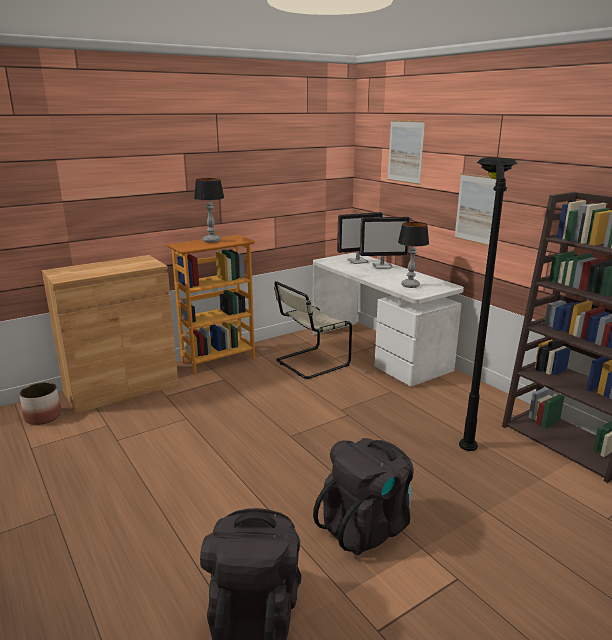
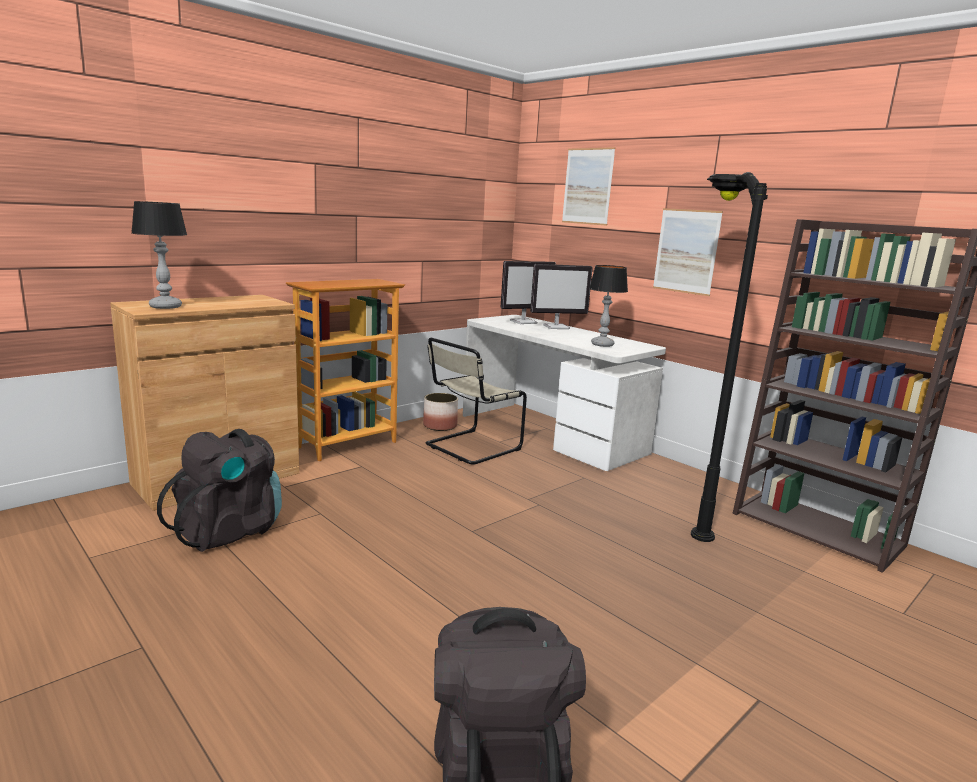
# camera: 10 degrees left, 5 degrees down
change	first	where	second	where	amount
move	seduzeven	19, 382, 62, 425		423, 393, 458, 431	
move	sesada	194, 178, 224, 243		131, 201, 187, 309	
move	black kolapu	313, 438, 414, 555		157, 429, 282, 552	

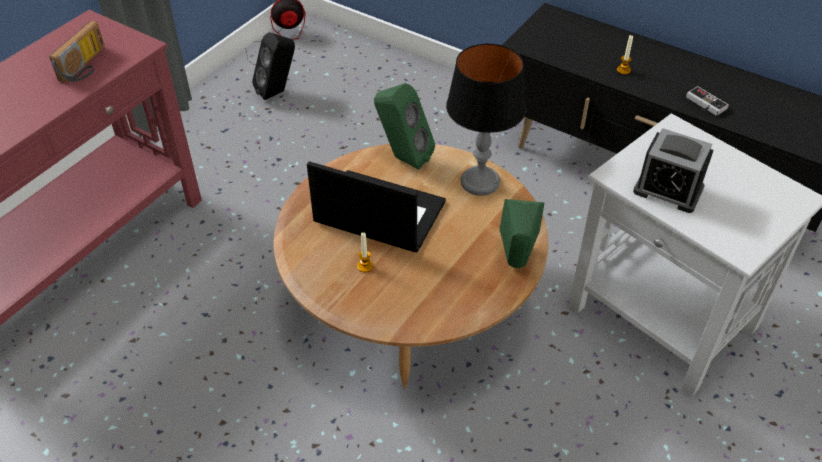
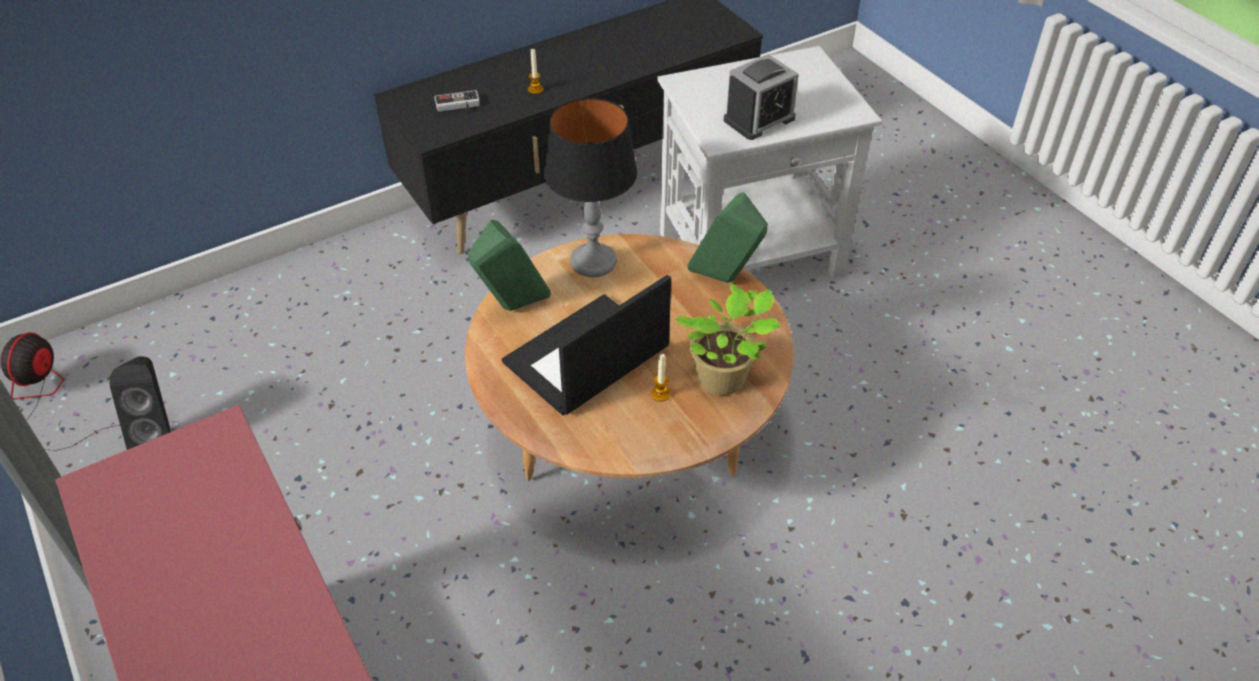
# camera: 65 degrees left, 0 degrees up
change	first	where	second	where	amount
delete	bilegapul	49, 21, 105, 83			
insert			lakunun	675, 283, 780, 395	
move	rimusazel	686, 86, 729, 116		434, 90, 480, 112	

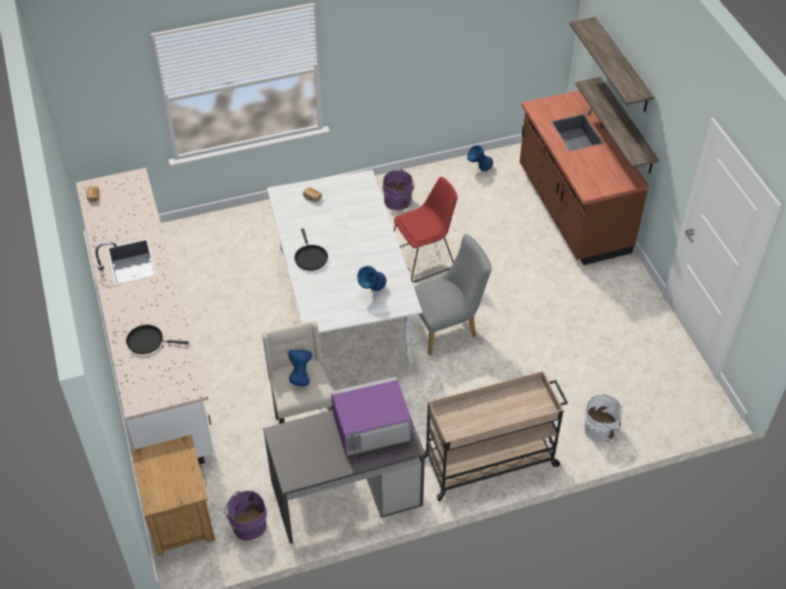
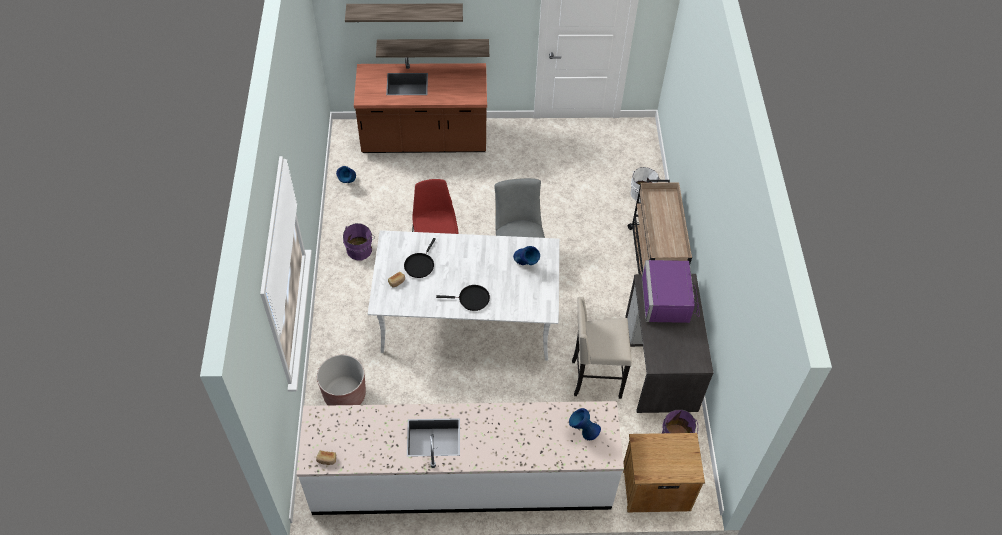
# camera: 75 degrees left, 5 degrees up
change	first	where	second	where	amount
insert			brown seduzeven	317, 355, 366, 405	
move	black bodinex	126, 325, 189, 354		404, 238, 436, 278	
move	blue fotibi	288, 350, 312, 386		569, 408, 601, 440	

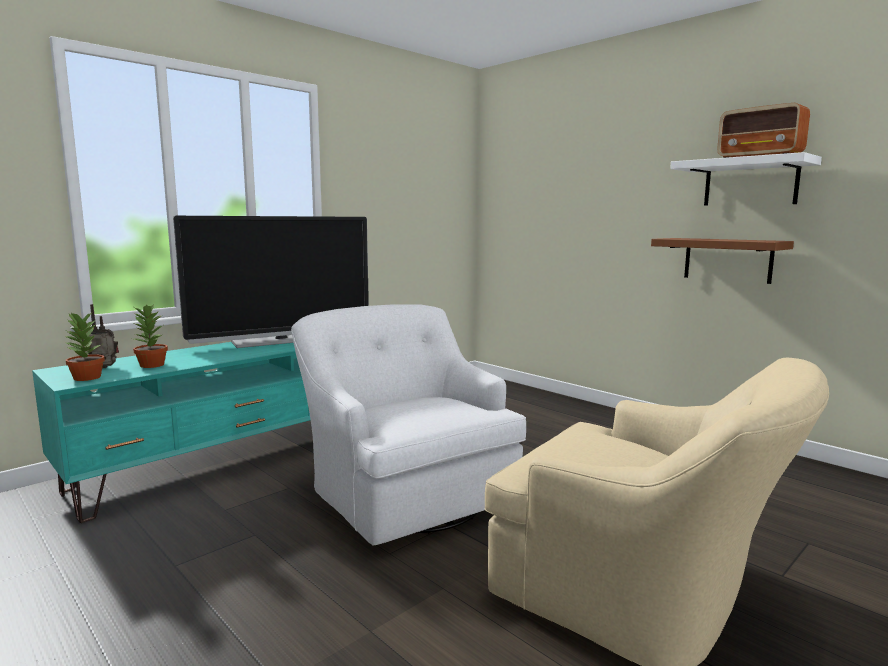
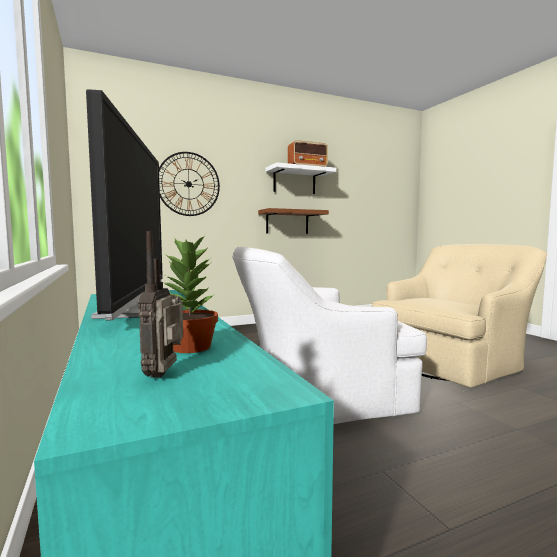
# camera: 70 degrees left, 5 degrees down
change	first	where	second	where	amount
delete	lakunun	64, 312, 105, 381			
insert			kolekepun	159, 152, 220, 216	

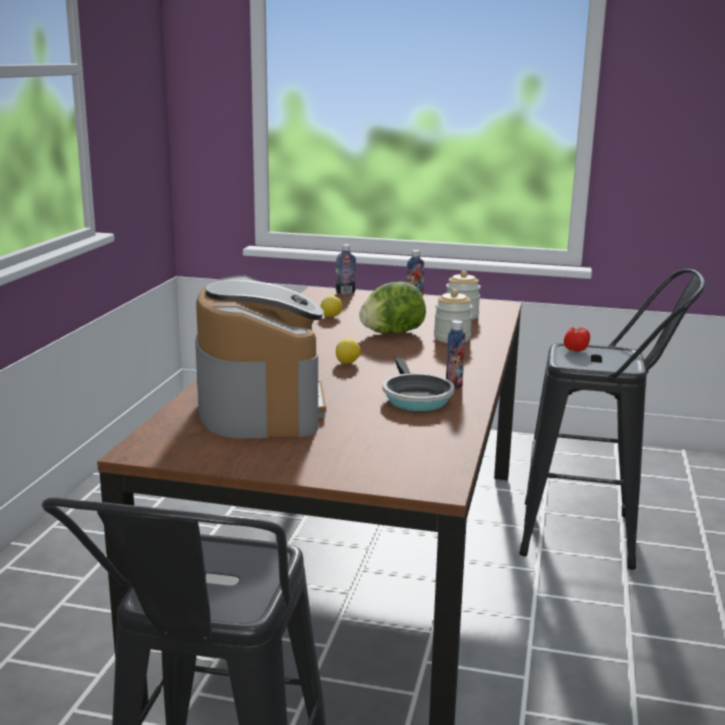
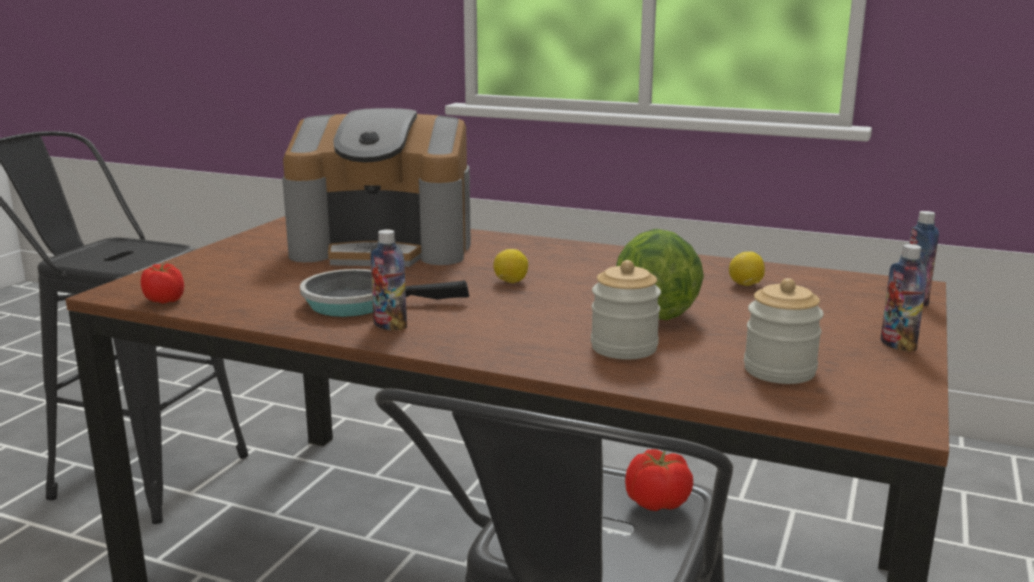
# camera: 100 degrees right, 0 degrees up
change	first	where	second	where	amount
insert			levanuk	141, 264, 184, 304	

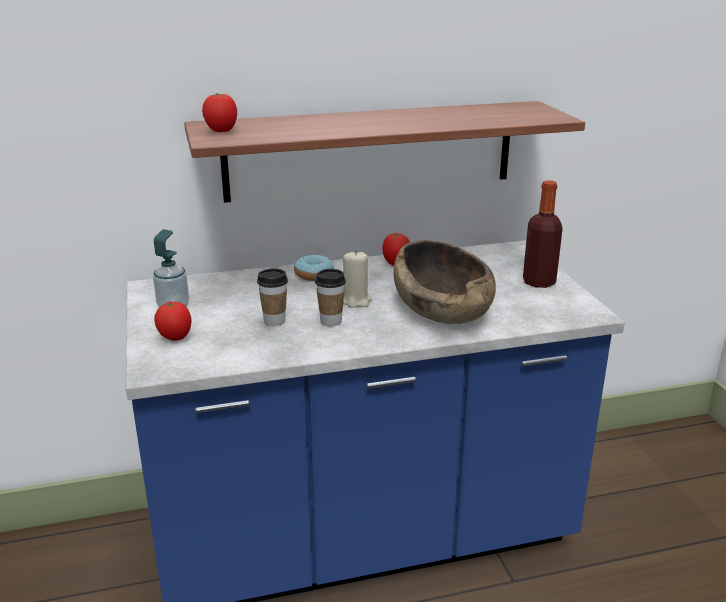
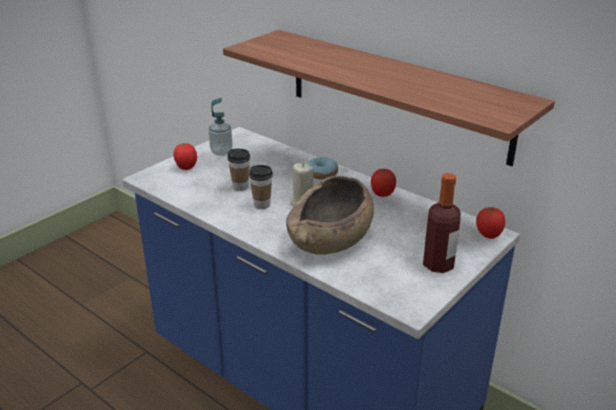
# camera: 55 degrees right, 5 degrees up
change	first	where	second	where	amount
move	levanuk	202, 93, 237, 132		476, 207, 505, 239	

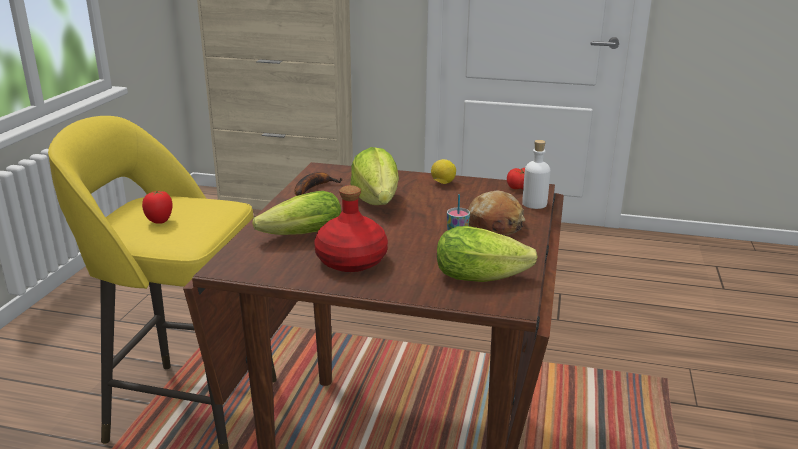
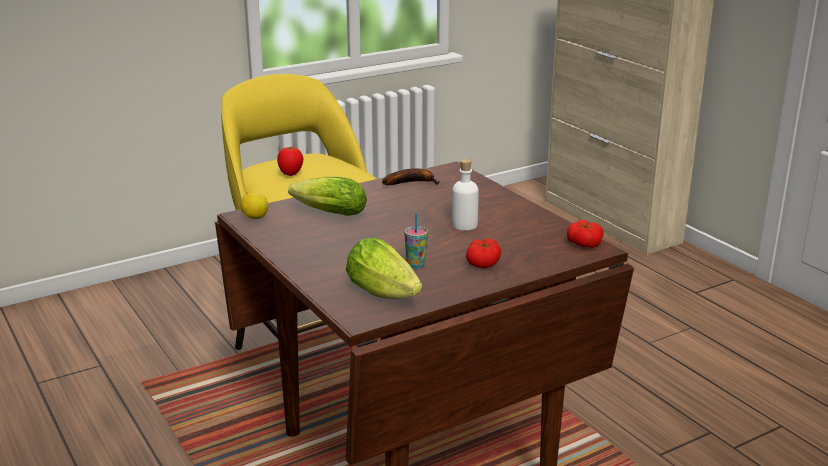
# camera: 45 degrees right, 0 degrees up
change	first	where	second	where	amount
delete	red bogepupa	314, 185, 388, 272			
delete	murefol	350, 147, 399, 205			
move	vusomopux	431, 159, 456, 184		240, 192, 268, 219	
move	white bogepupa	522, 140, 550, 209		452, 159, 479, 230	
replace	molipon	468, 190, 525, 235	levanuk	466, 238, 501, 268	

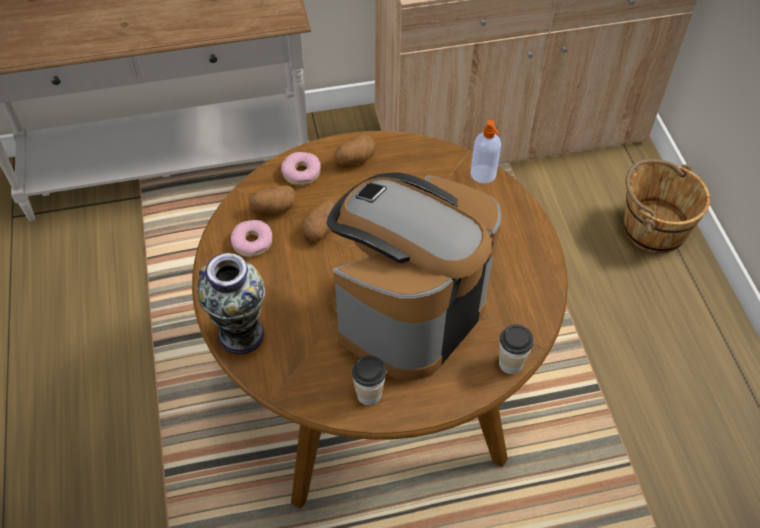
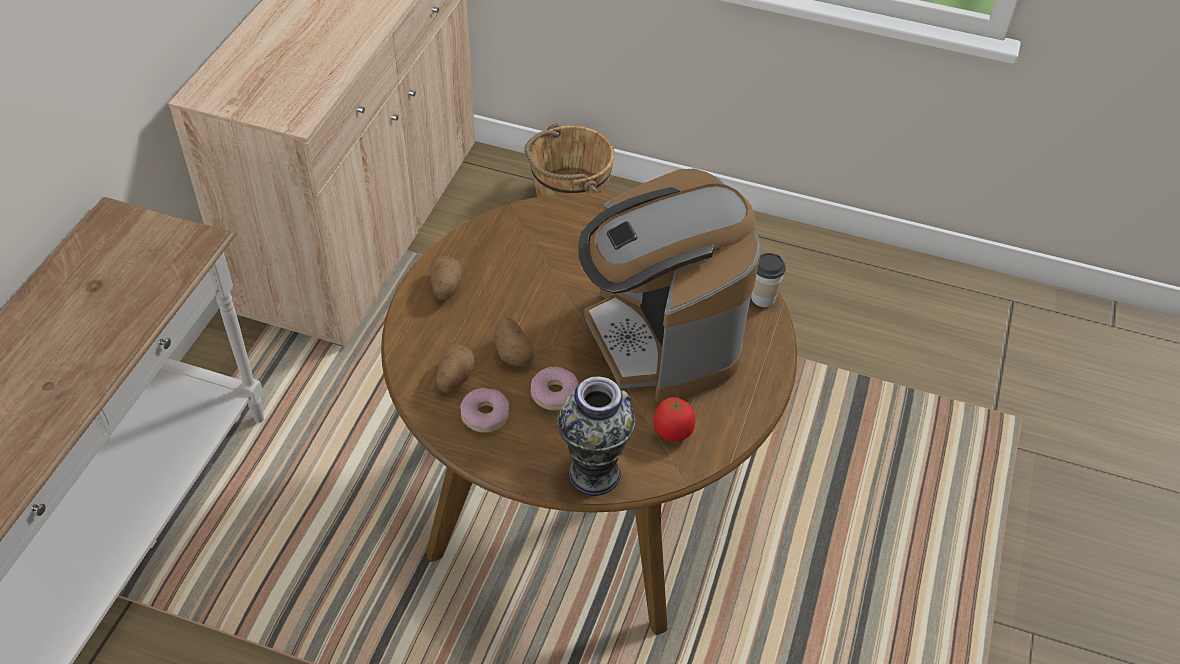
# camera: 60 degrees left, 5 degrees down
change	first	where	second	where	amount
delete	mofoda	352, 355, 386, 405			
delete	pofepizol	470, 120, 501, 184			
insert			levanuk	653, 397, 695, 441	
move	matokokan	281, 152, 321, 186		530, 367, 579, 411	

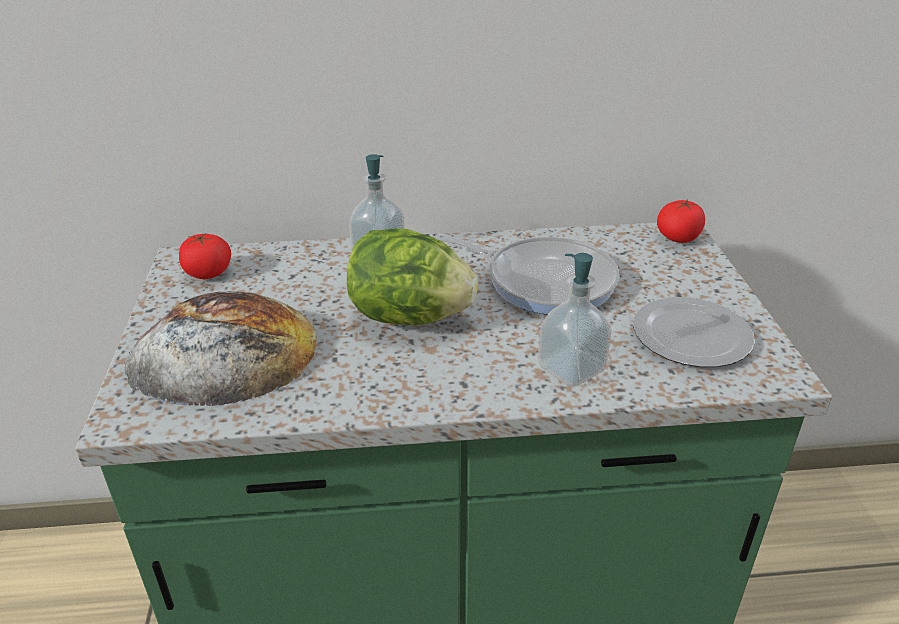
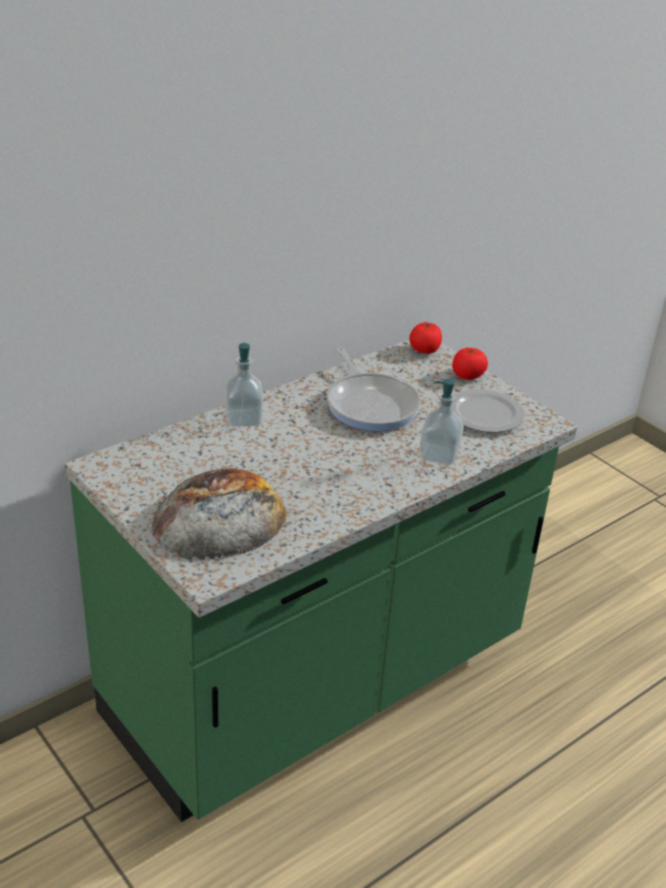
# camera: 35 degrees left, 0 degrees up
change	first	where	second	where	amount
delete	murefol	347, 228, 478, 325			
move	levanuk	179, 233, 231, 279		452, 348, 488, 380	
rotate	bodinex	436, 234, 619, 314		327, 348, 421, 431	75 degrees clockwise

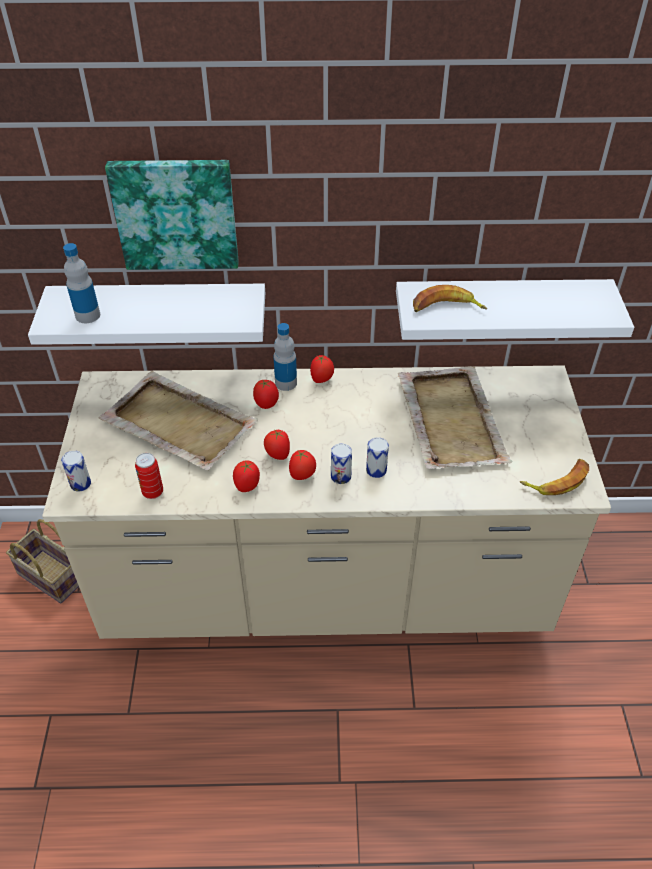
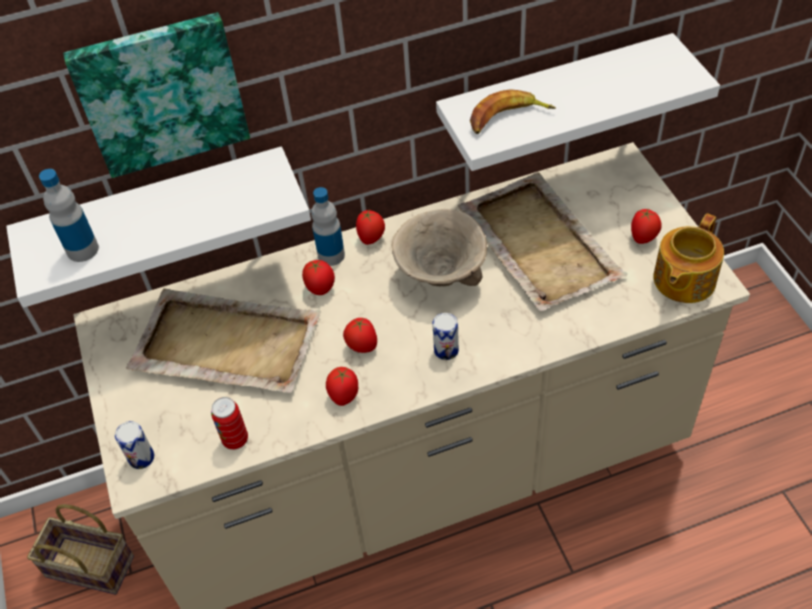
# camera: 15 degrees left, 5 degrees up
change	first	where	second	where	amount
delete	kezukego	366, 437, 389, 478			
insert			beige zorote	392, 209, 487, 286	
move	levanuk	289, 450, 316, 480		631, 208, 662, 244	
replace	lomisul	520, 459, 589, 495	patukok	653, 214, 724, 303	

